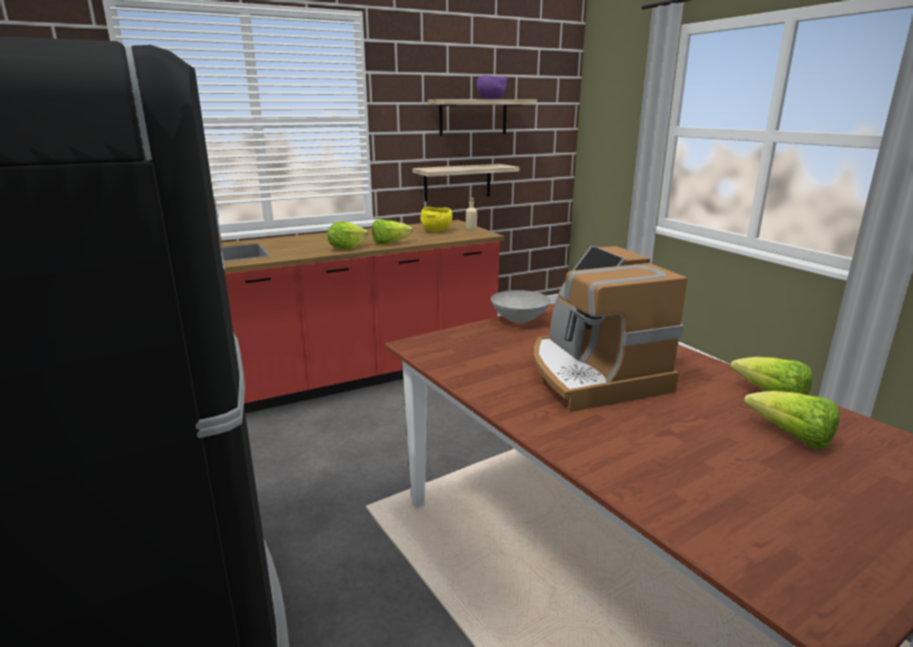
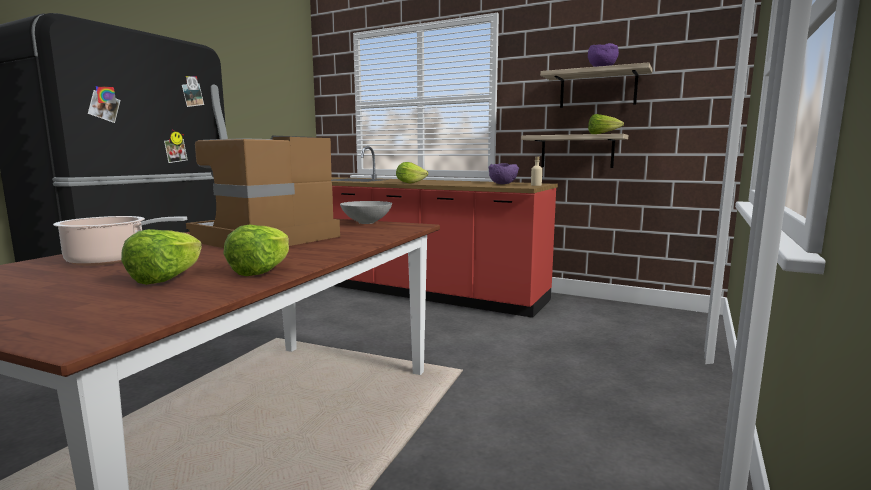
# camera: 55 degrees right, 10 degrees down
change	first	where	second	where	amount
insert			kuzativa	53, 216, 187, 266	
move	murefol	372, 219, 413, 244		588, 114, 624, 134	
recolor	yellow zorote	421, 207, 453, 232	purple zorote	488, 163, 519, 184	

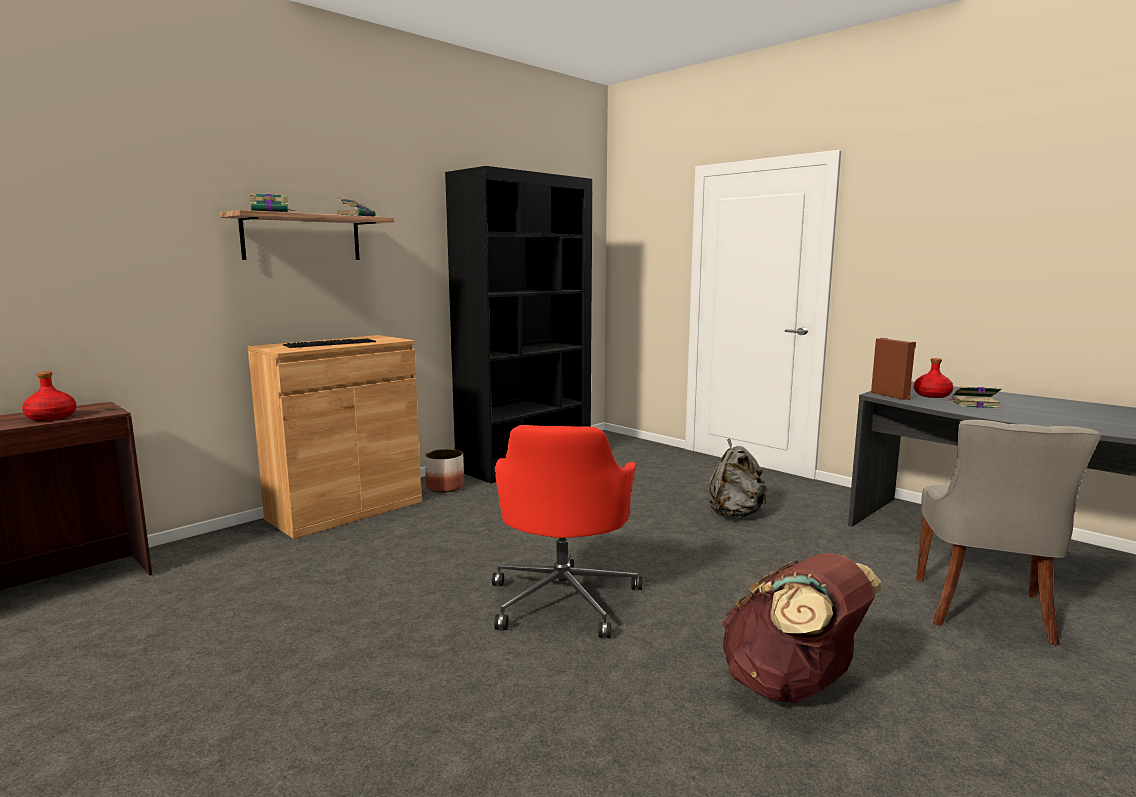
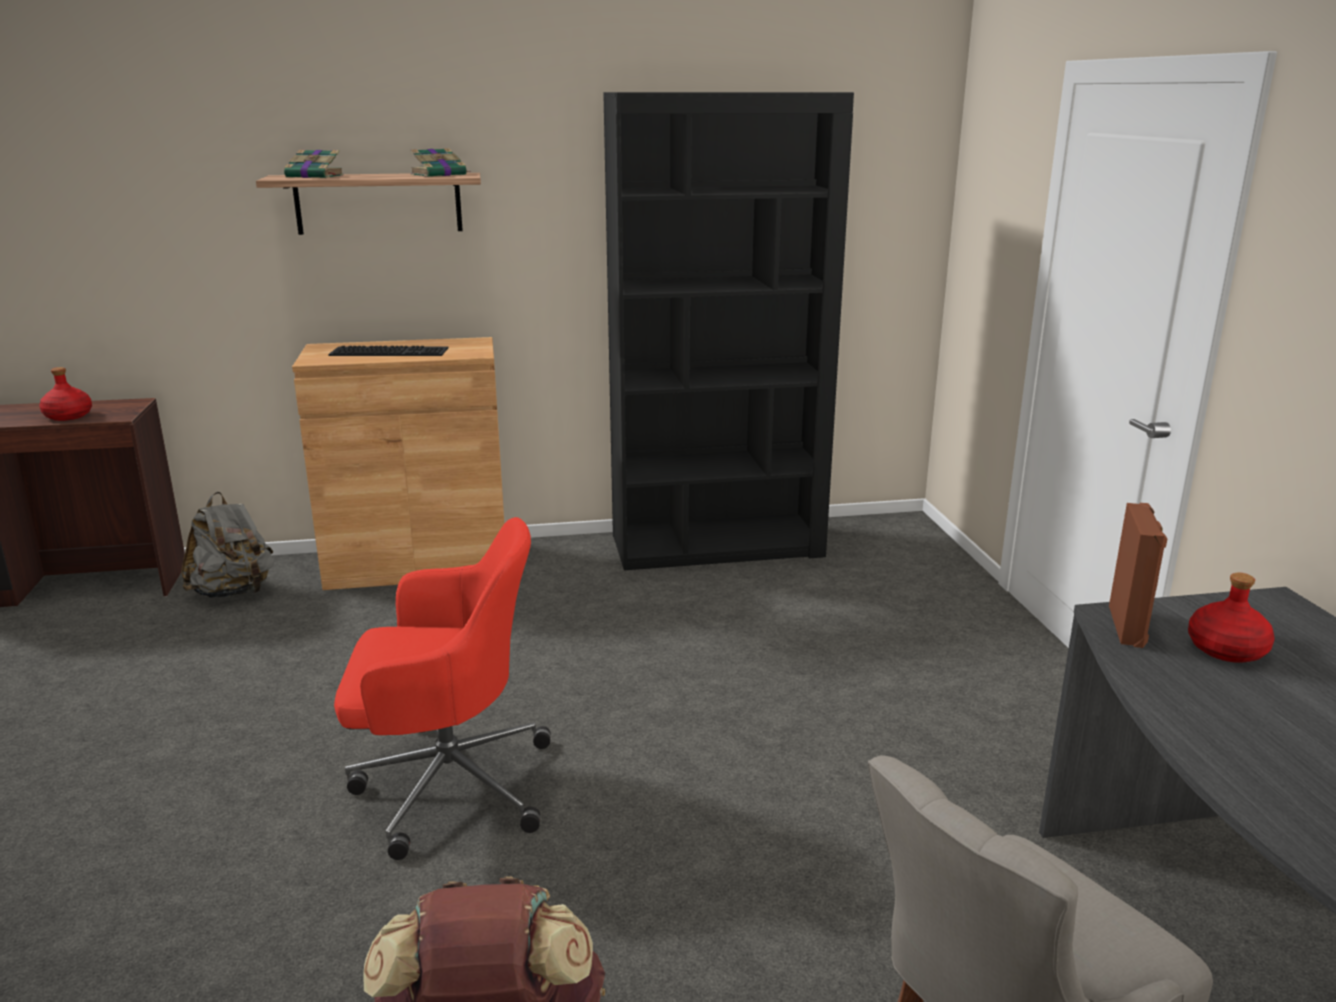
# camera: 35 degrees right, 10 degrees up
change	first	where	second	where	amount
delete	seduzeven	425, 449, 465, 493			
delete	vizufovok	946, 386, 1002, 409			
move	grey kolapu	709, 439, 767, 518		181, 492, 274, 598	
rotate	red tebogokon	492, 425, 642, 638		334, 517, 551, 860	135 degrees counterclockwise

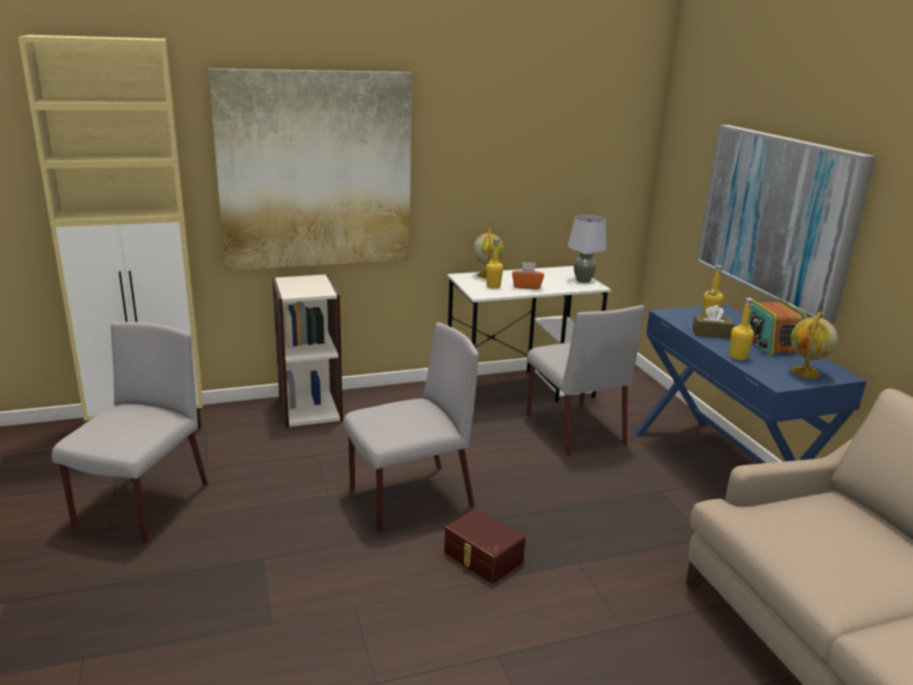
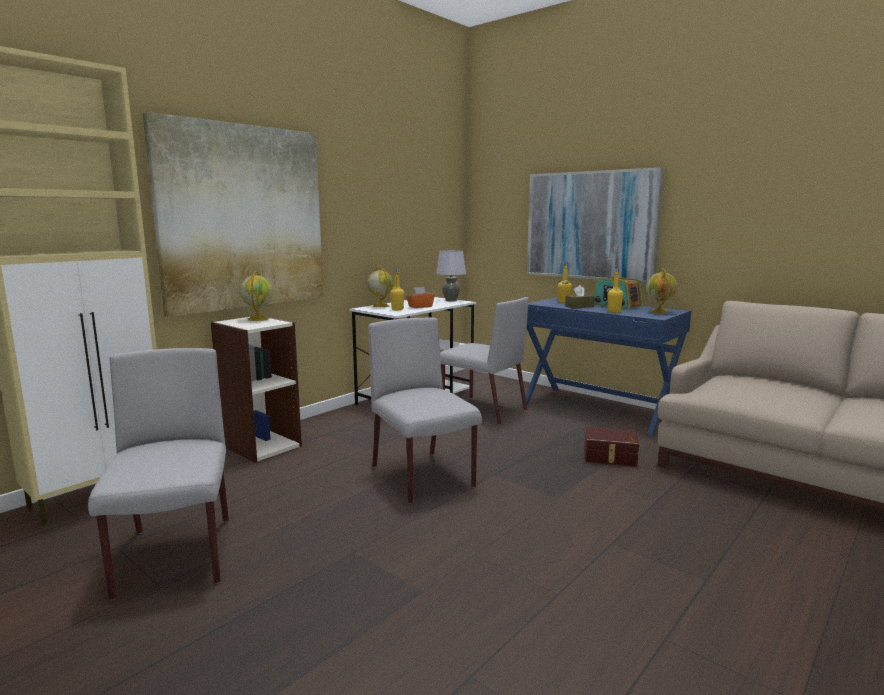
# camera: 30 degrees left, 10 degrees down
change	first	where	second	where	amount
insert			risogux	240, 271, 273, 321	
move	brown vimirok	444, 508, 526, 584		585, 427, 639, 466	
rotate	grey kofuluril	343, 322, 479, 532		368, 318, 482, 504	60 degrees counterclockwise

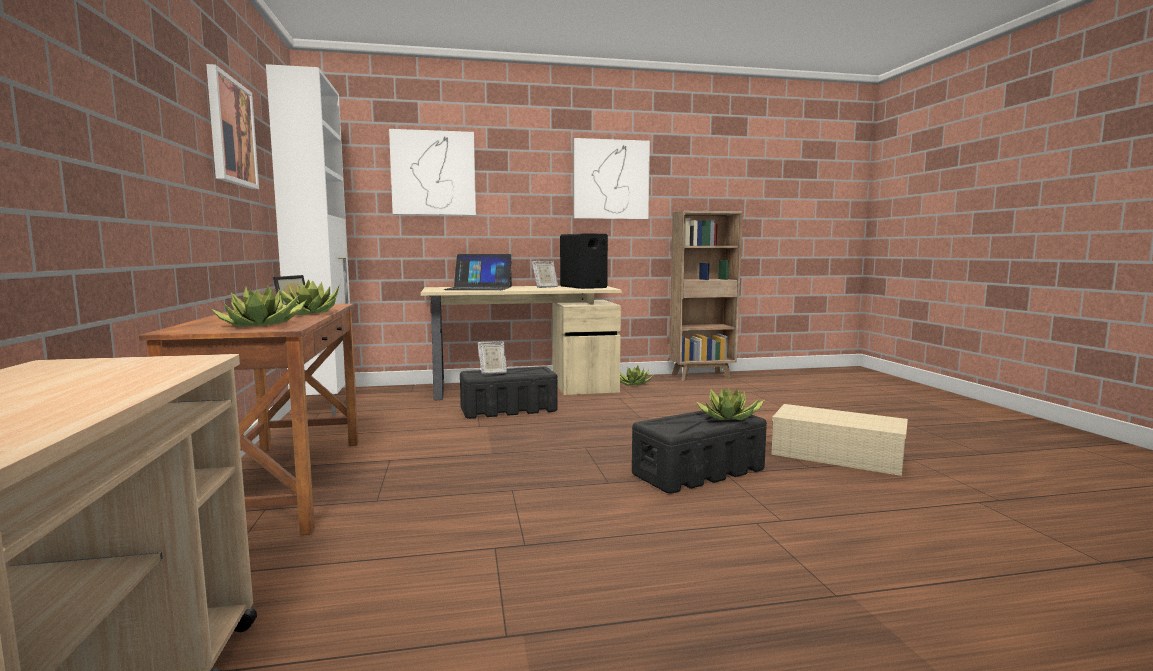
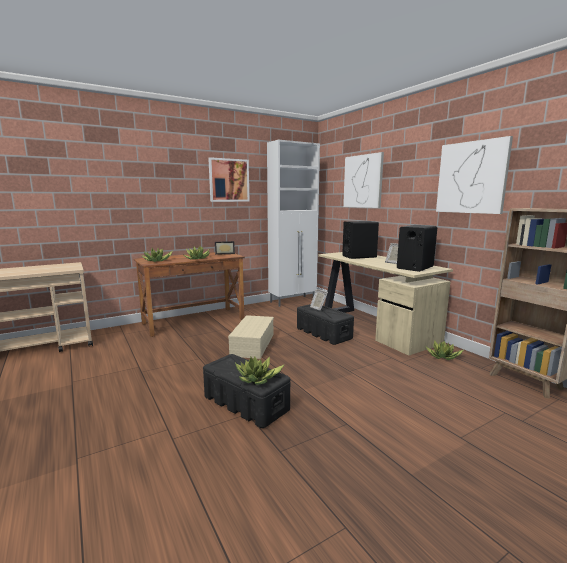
# camera: 70 degrees right, 5 degrees up
change	first	where	second	where	amount
move	beige vimirok	771, 404, 908, 476		228, 315, 274, 359	
replace	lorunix	444, 254, 512, 290	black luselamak	342, 221, 379, 259	

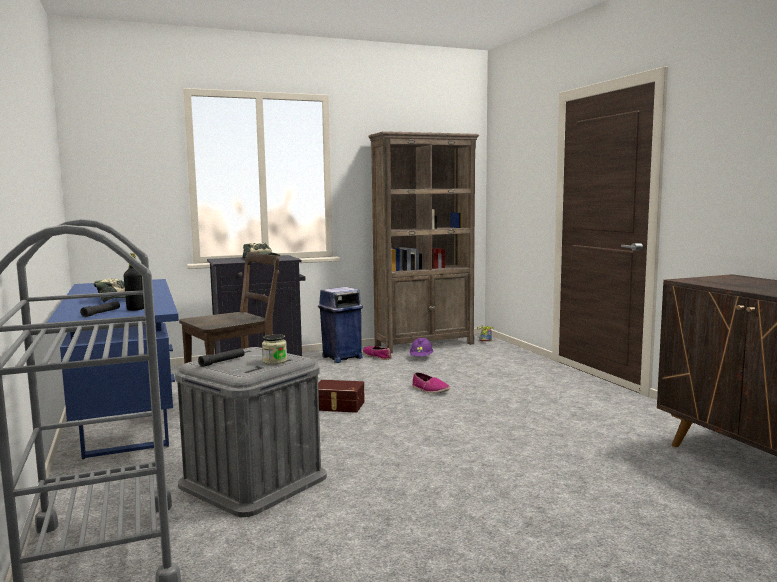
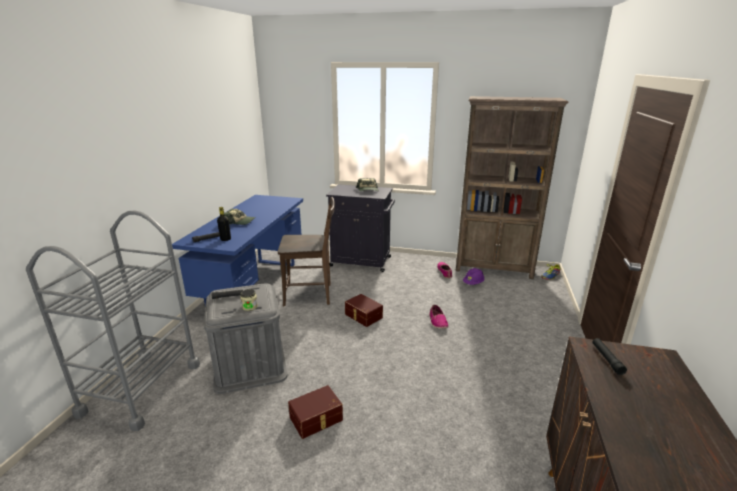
# camera: 35 degrees right, 15 degrees up
change	first	where	second	where	amount
delete	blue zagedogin	318, 287, 363, 363			
insert			brown vimirok	288, 385, 343, 439	
insert			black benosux	593, 338, 627, 375	

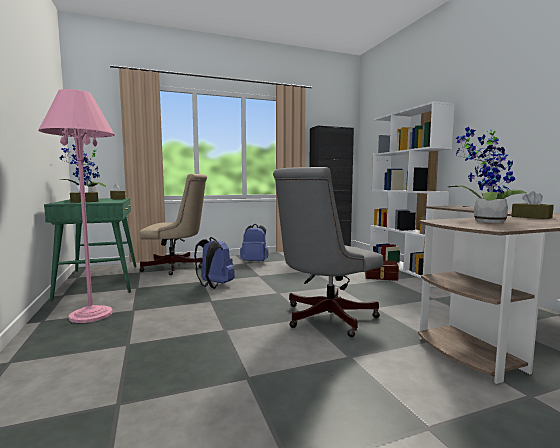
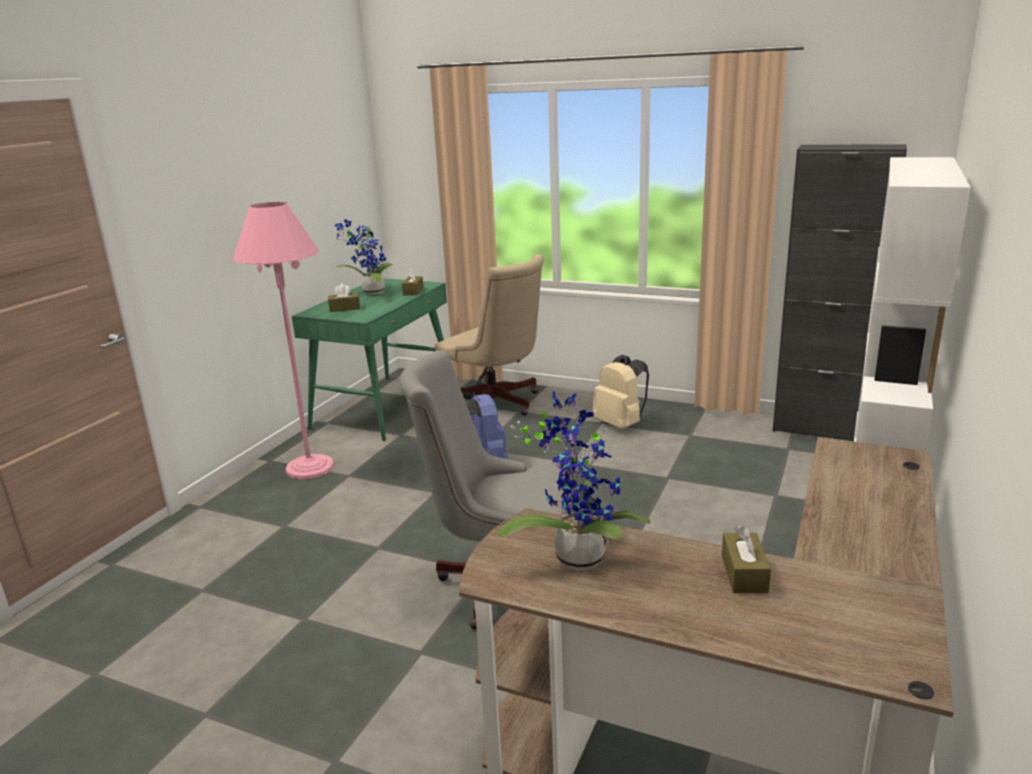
# camera: 45 degrees right, 15 degrees up
change	first	where	second	where	amount
delete	brown vimirok	365, 260, 399, 281			
recolor	blue kolapu	240, 224, 268, 261	beige kolapu	593, 355, 649, 429	

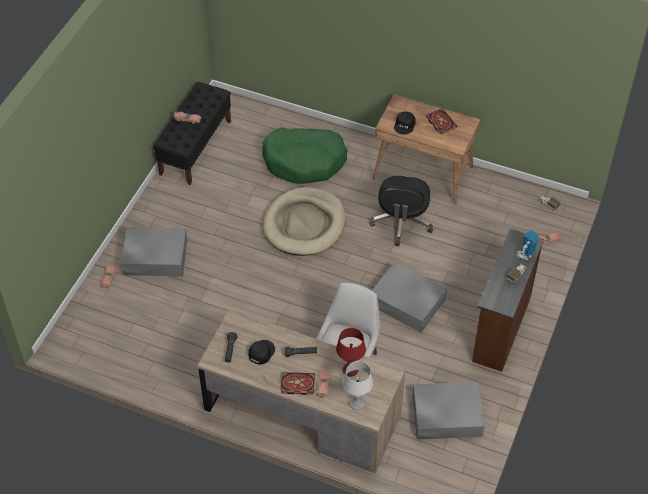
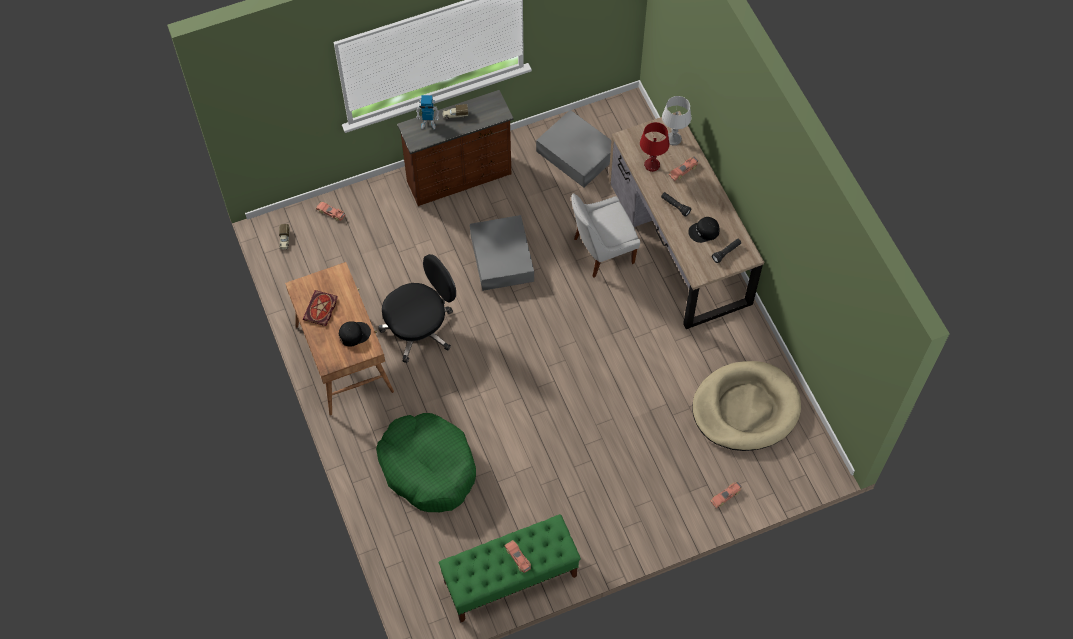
# camera: 135 degrees left, 10 degrees up
change	first	where	second	where	amount
delete	grey vimirok	121, 227, 187, 276			
delete	vizufovok	281, 372, 315, 395			
move	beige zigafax	263, 187, 346, 256		692, 361, 801, 451	
recolor	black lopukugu	153, 82, 231, 185	green lopukugu	439, 514, 581, 623	

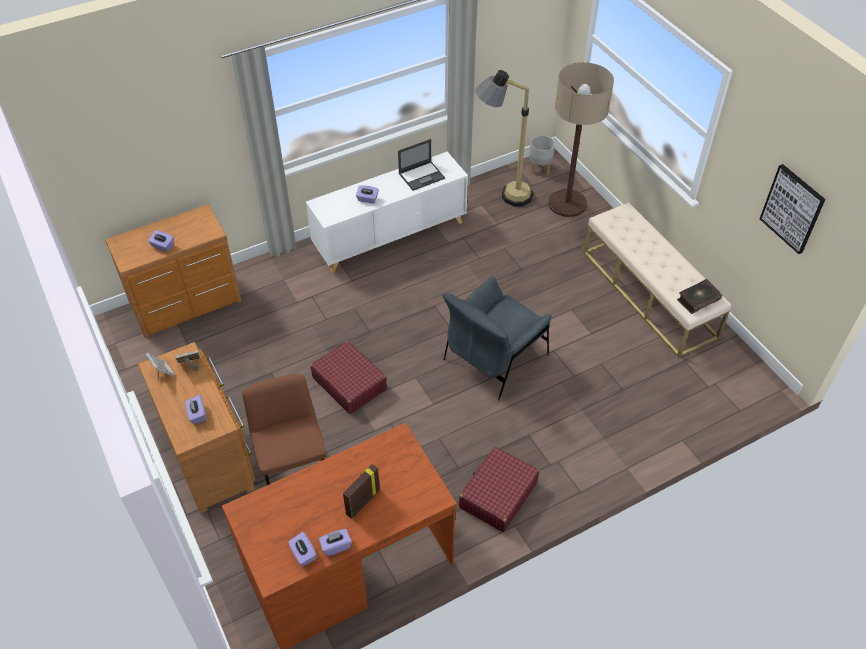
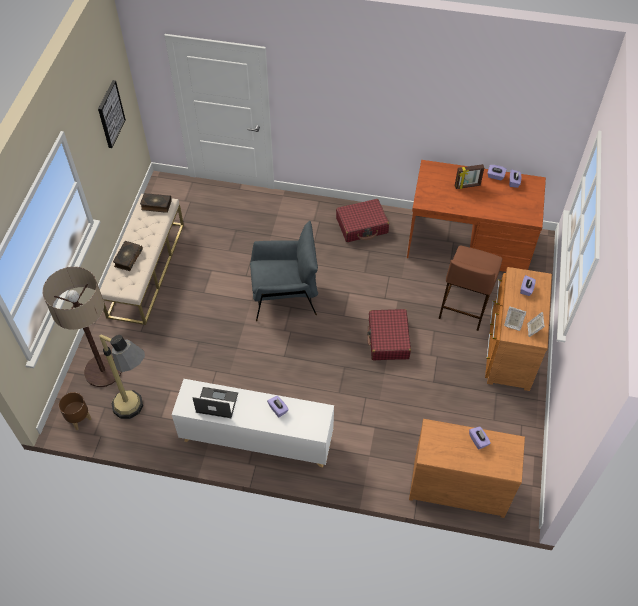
# camera: 140 degrees left, 5 degrees up
change	first	where	second	where	amount
insert			vizufovok	113, 241, 143, 271	
recolor	grey seduzeven	529, 135, 555, 175	brown seduzeven	59, 392, 91, 430	

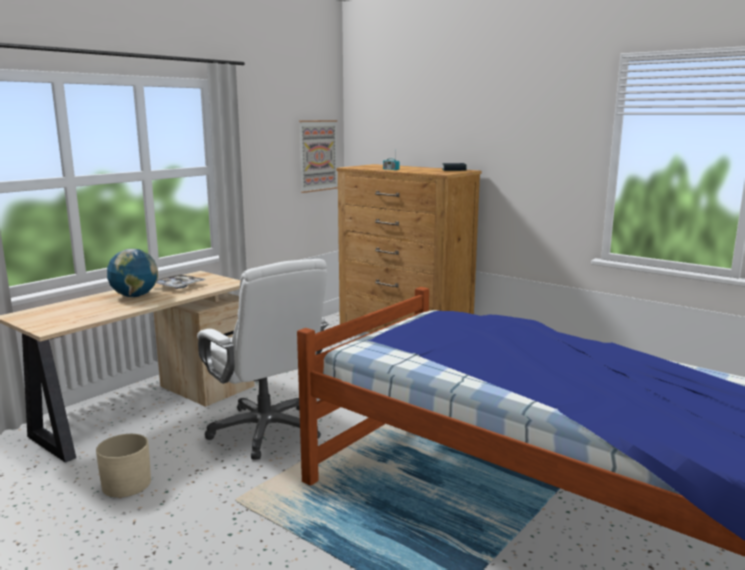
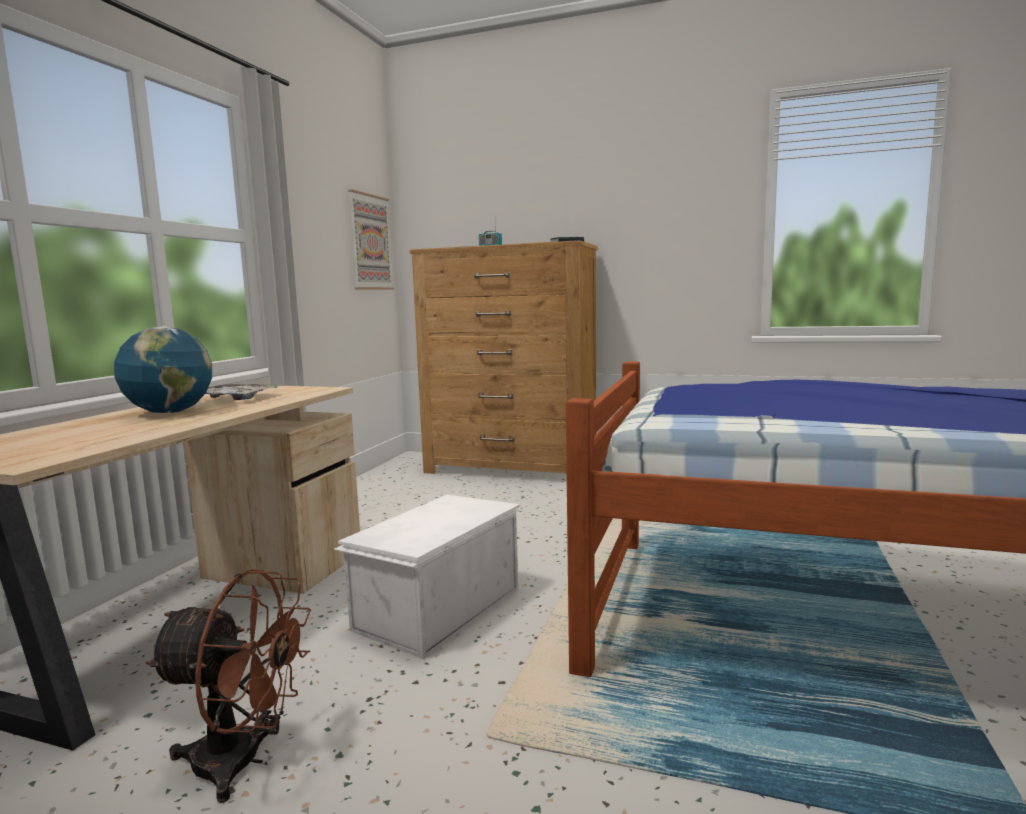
# camera: 20 degrees left, 5 degrees down
change	first	where	second	where	amount
replace	beige seduzeven	96, 434, 151, 498	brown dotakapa	145, 569, 311, 803	
replace	white tebogokon	197, 259, 329, 459	white vimirok	334, 495, 520, 659	

